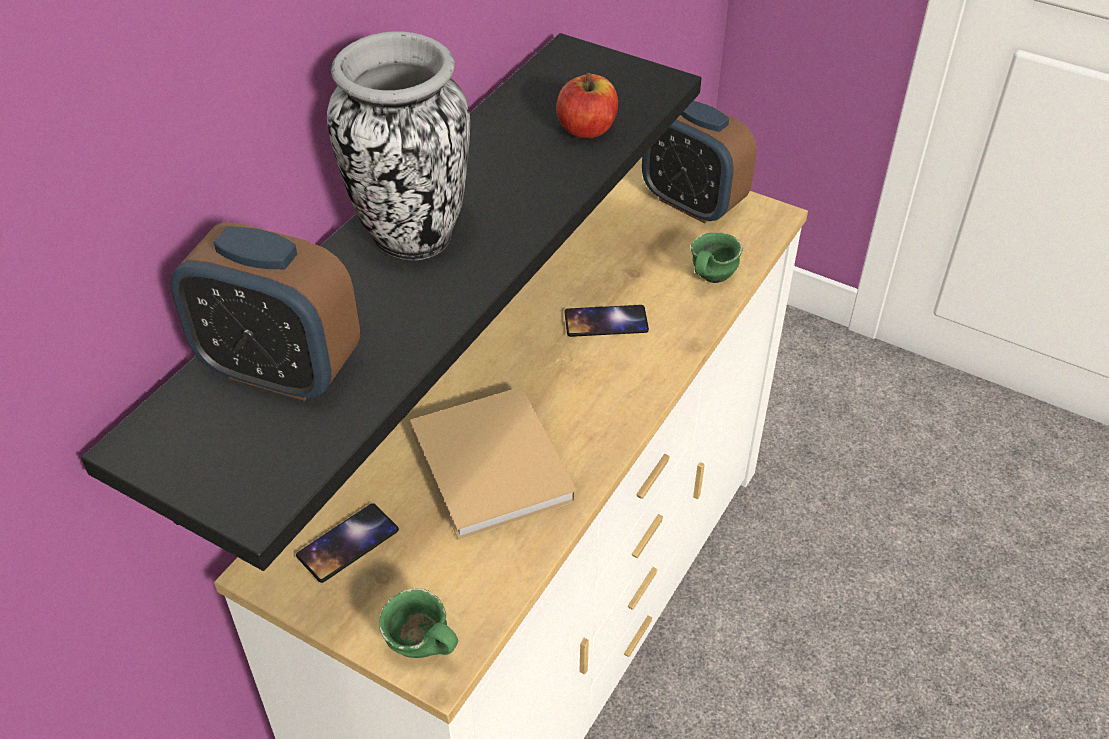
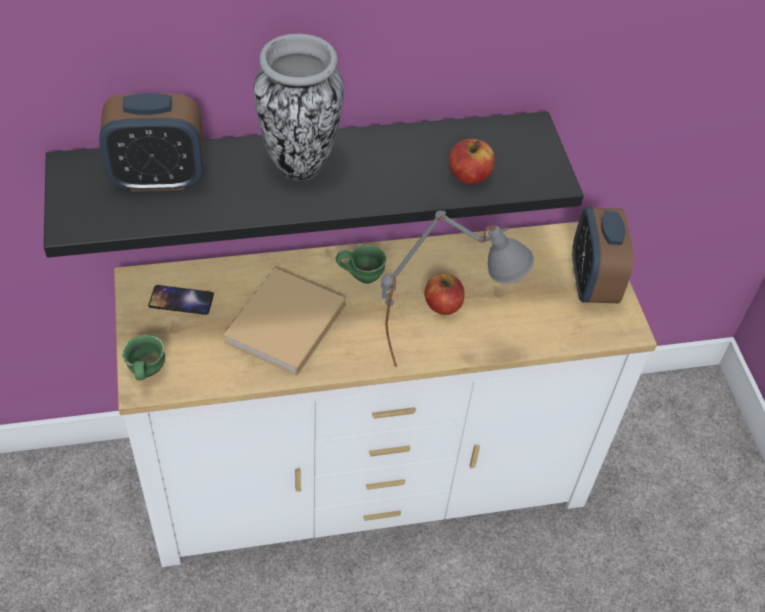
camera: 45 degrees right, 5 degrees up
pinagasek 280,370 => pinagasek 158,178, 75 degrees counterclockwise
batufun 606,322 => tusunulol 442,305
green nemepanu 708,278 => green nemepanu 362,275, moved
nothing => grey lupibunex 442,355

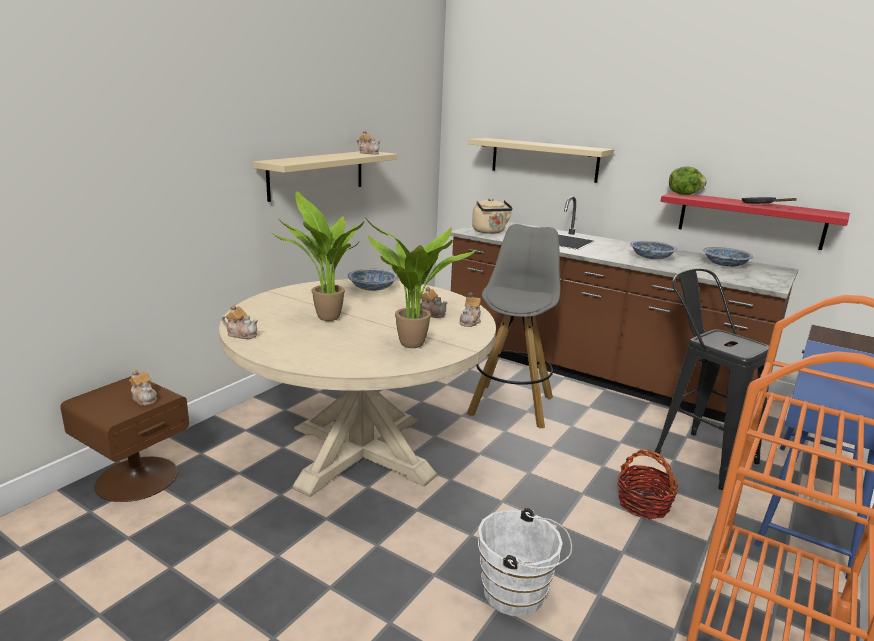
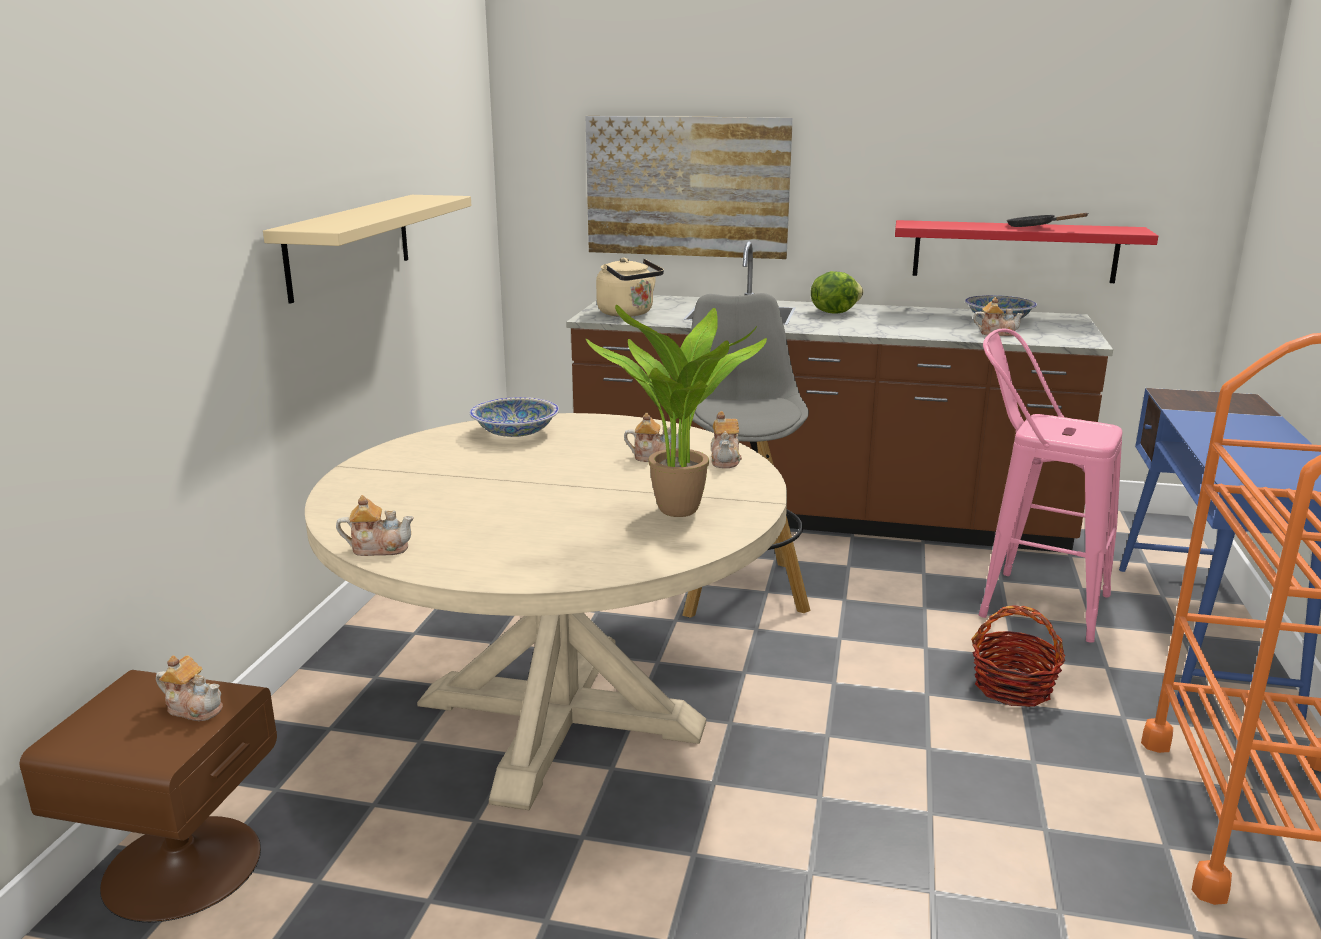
camera: 20 degrees left, 0 degrees up
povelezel 324,318 => nothing
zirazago 369,153 => zirazago 996,333, moved
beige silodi 544,159 => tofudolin 687,187
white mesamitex 519,594 => nothing
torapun 651,258 => nothing
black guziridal 695,454 => pink guziridal 1028,602
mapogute 683,194 => mapogute 834,312, moved

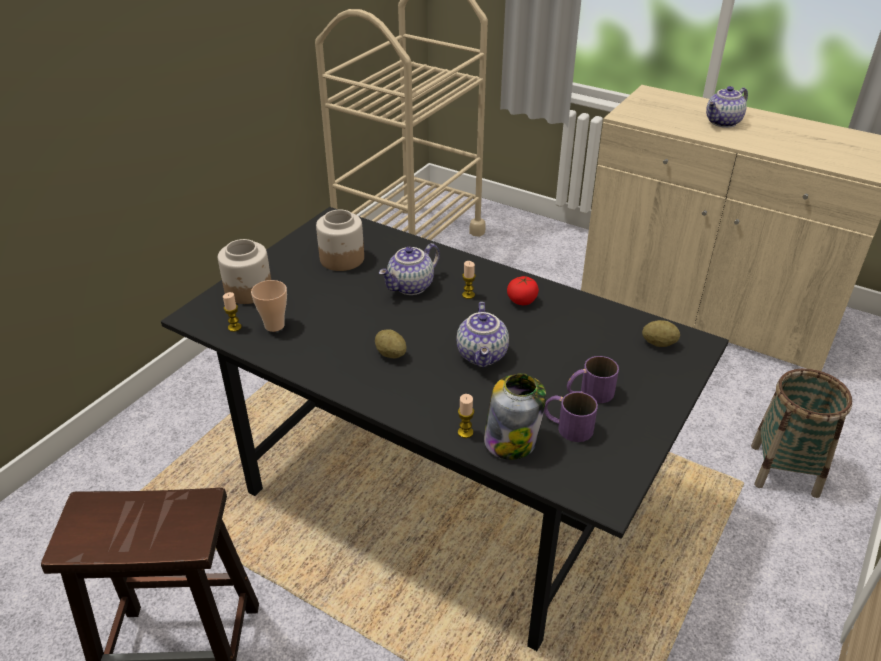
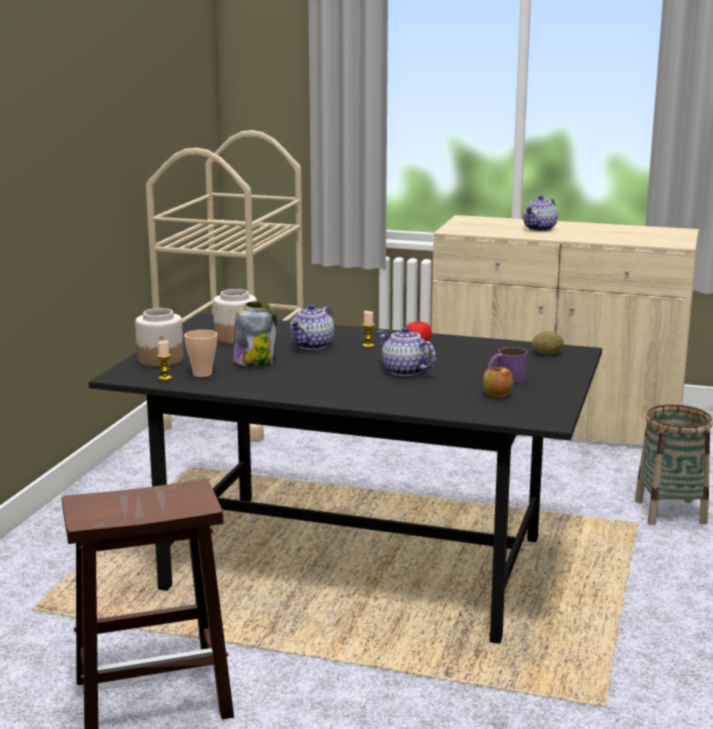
camera: 15 degrees left, 20 degrees down
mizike 391,354 => nothing
zirazago 483,355 => zirazago 403,371, 150 degrees clockwise
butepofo 465,432 => nothing
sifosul 511,440 => sifosul 254,361, moved
purple nemepanu 567,426 => tusunulol 497,395

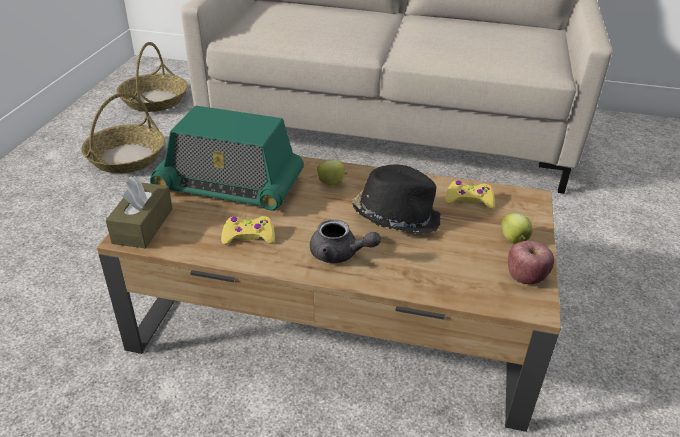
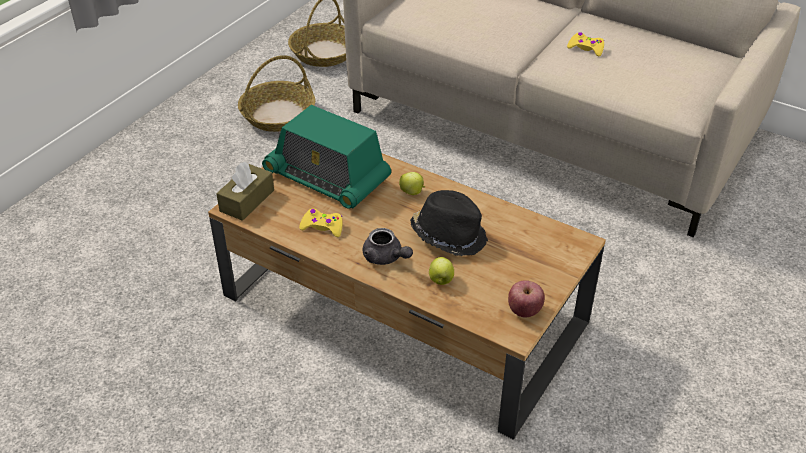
camera: 20 degrees right, 5 degrees up
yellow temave 469,200 => yellow temave 586,48, moved
tusunulol 514,240 => tusunulol 441,280, moved

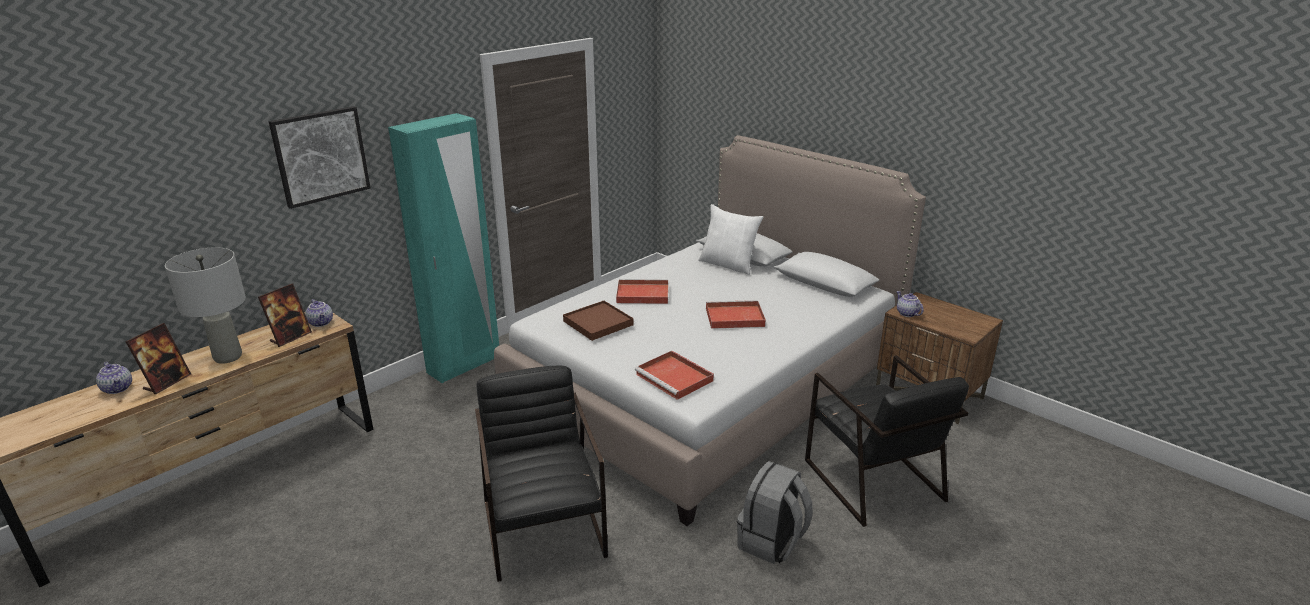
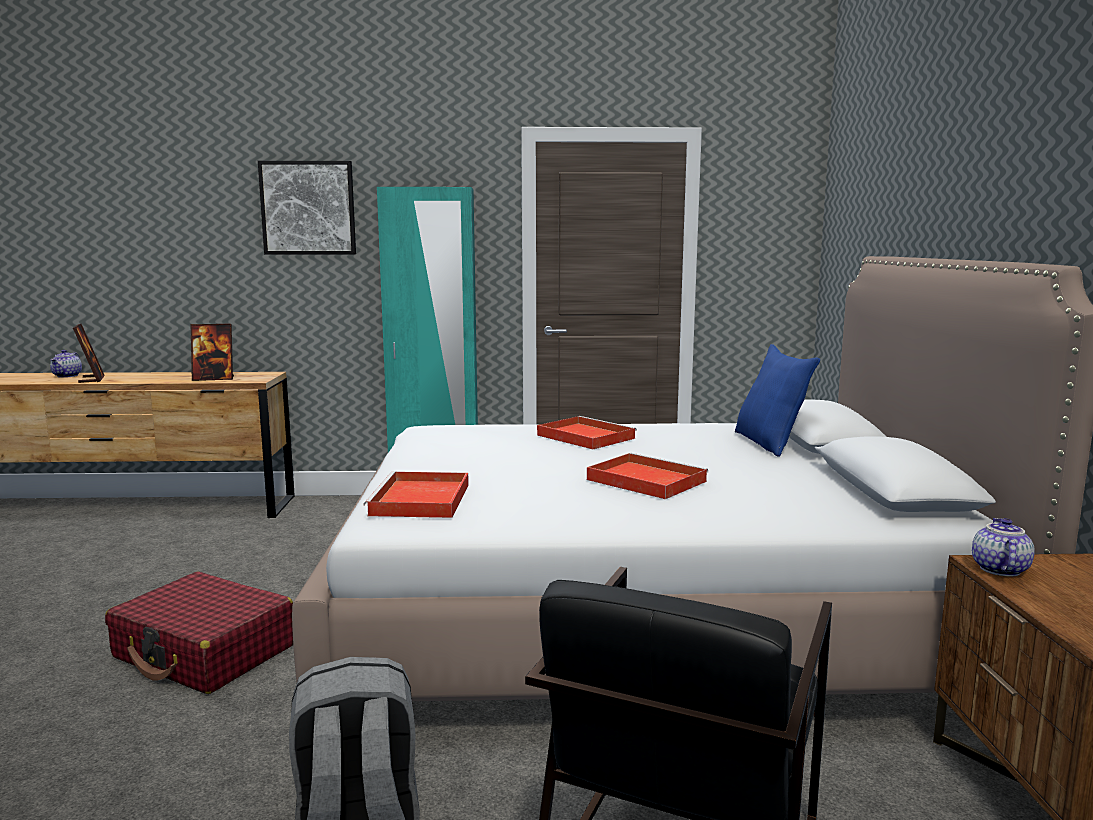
camera: 45 degrees right, 15 degrees down
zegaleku 167,382 => zegaleku 91,379, 90 degrees counterclockwise
grey lupibunex 228,357 => nothing
zirazago 321,323 => nothing
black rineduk 544,528 => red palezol 205,652
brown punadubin 598,323 => nothing
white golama 728,265 => blue golama 770,443

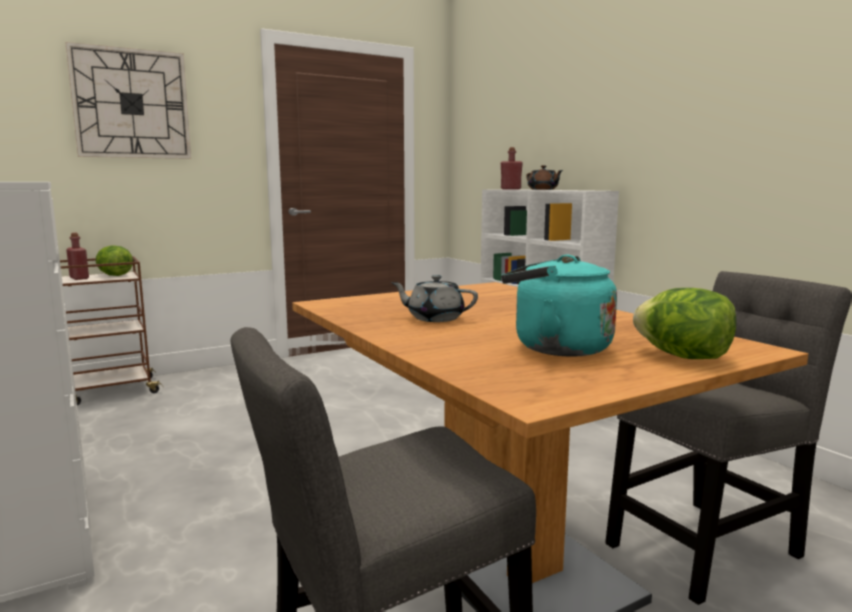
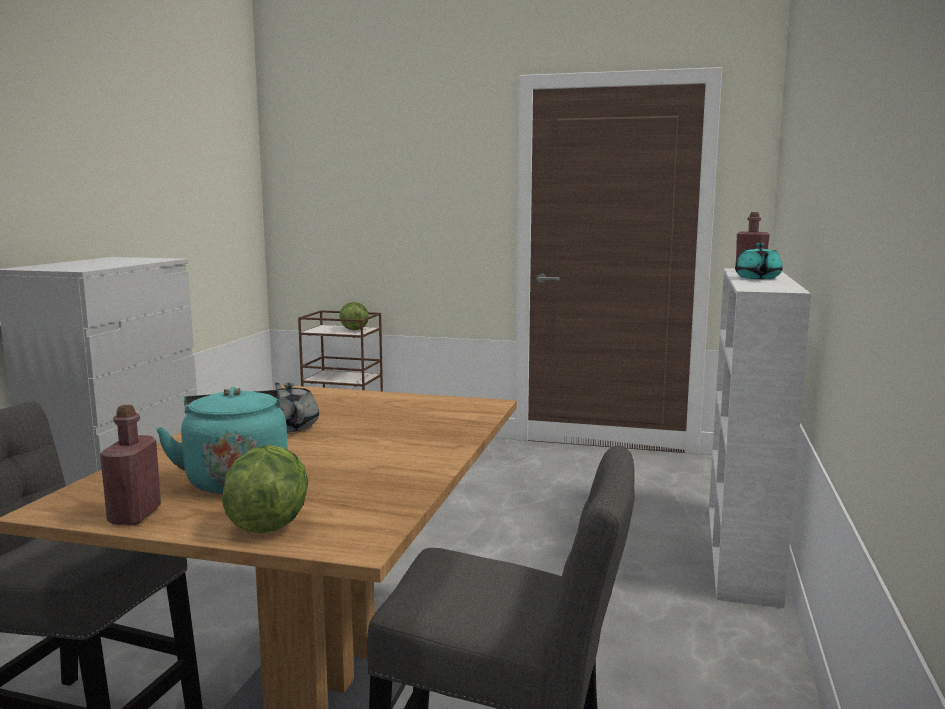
camera: 45 degrees right, 0 degrees up
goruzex 131,104 => nothing
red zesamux 79,278 => red zesamux 135,515, moved
brown zirazago 543,189 => turquoise zirazago 757,278

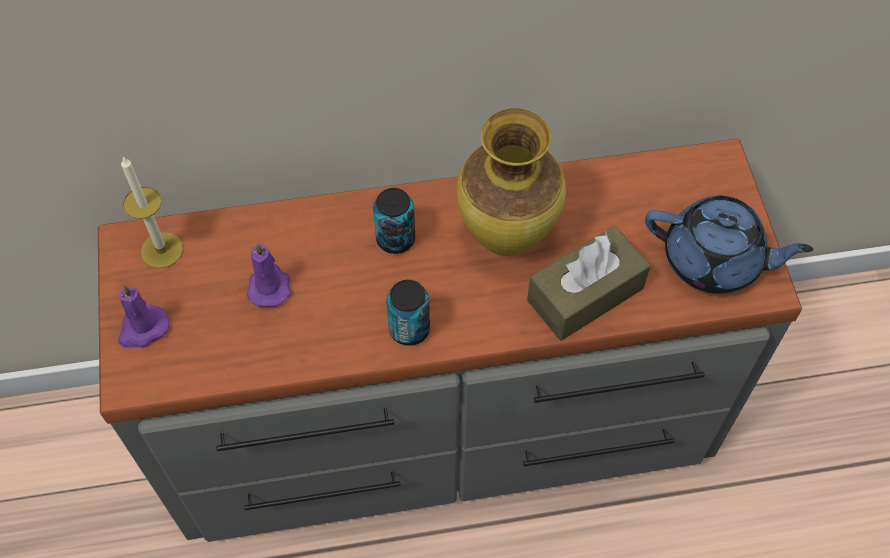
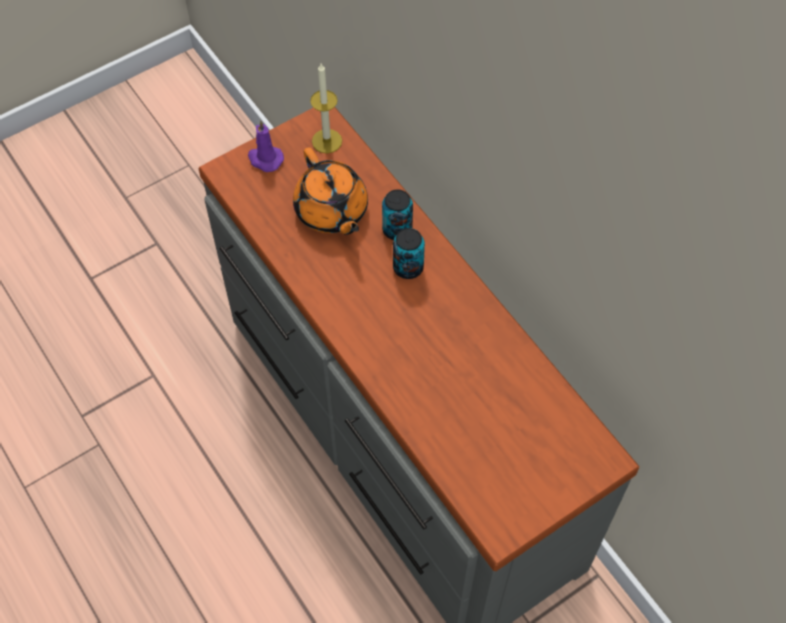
camera: 65 degrees right, 0 degrees up
purple butepofo 269,285 => orange zirazago 331,211
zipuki 409,329 => zipuki 397,229, moved
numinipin 508,238 => nothing
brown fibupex 585,294 => nothing
blue zirazago 714,261 => nothing

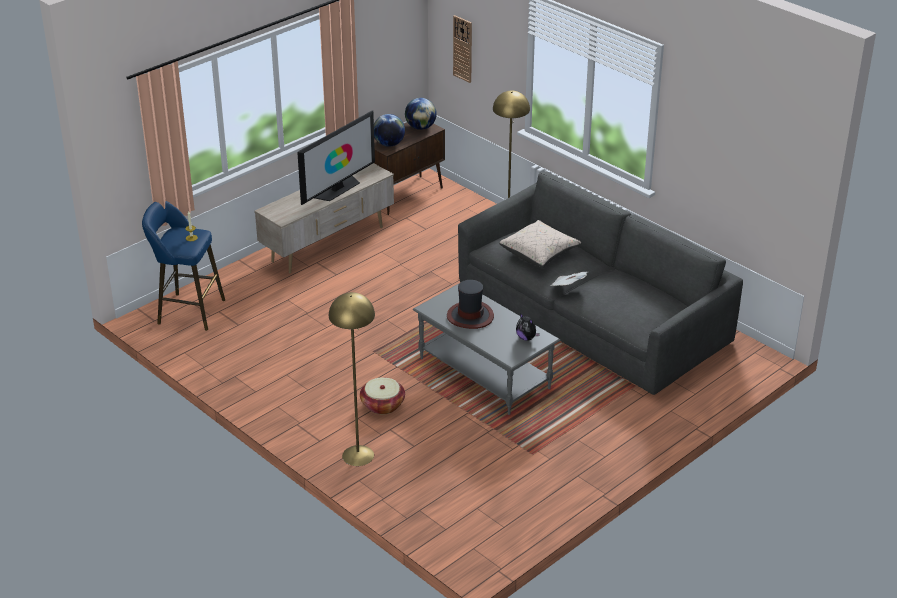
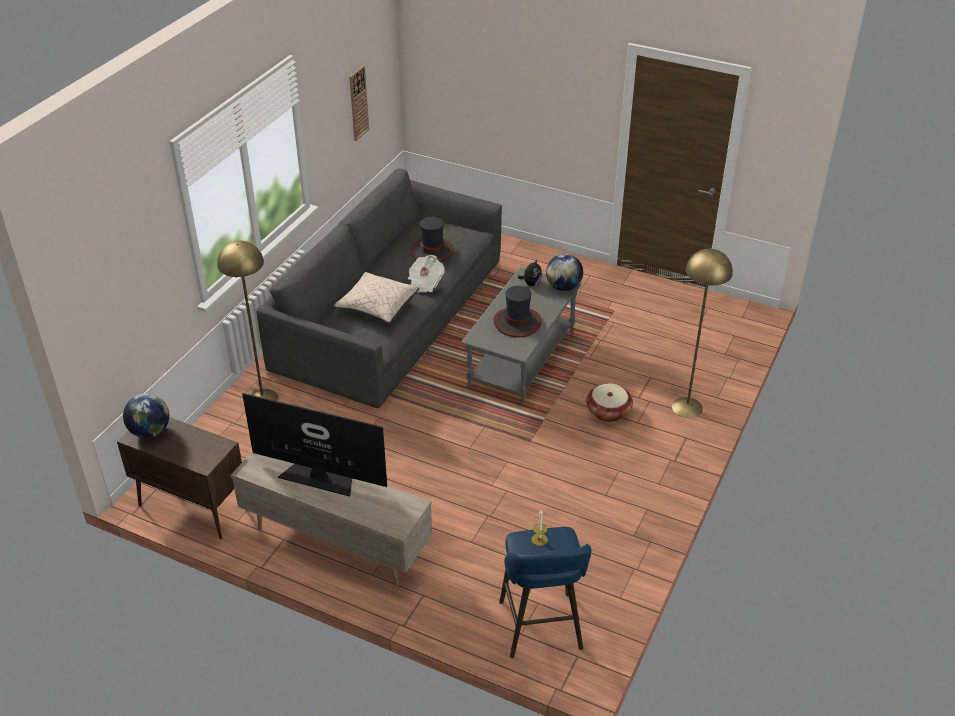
camera: 110 degrees left, 5 degrees up
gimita 389,144 => gimita 563,287, moved
goruzex 463,49 => goruzex 358,103, moved
nothing => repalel 432,251

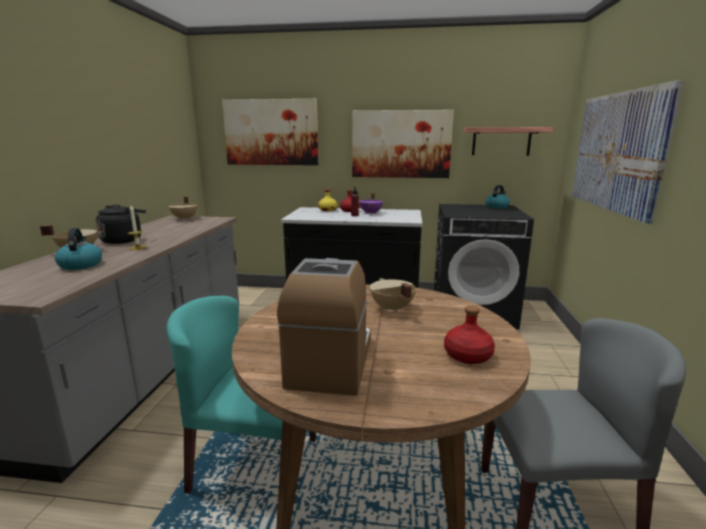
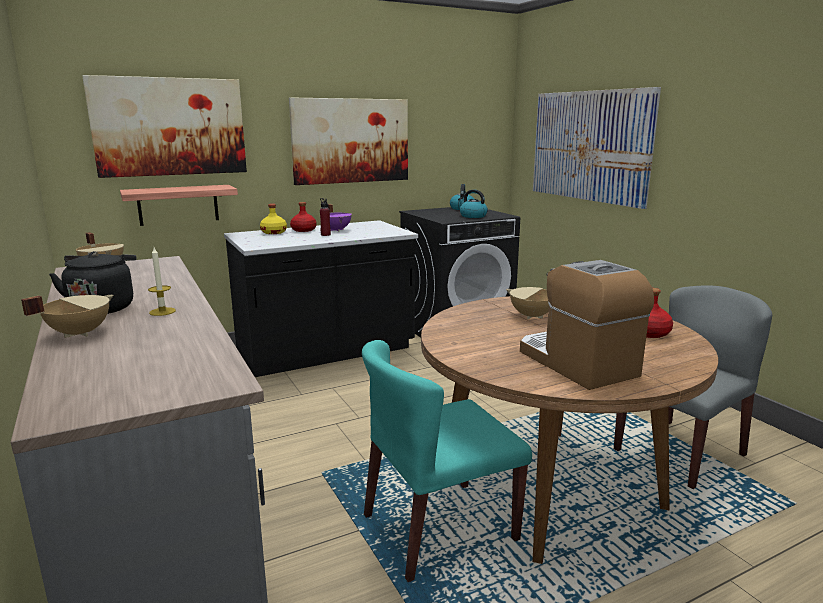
camera: 35 degrees left, 0 degrees up
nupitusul 80,265 => nupitusul 472,216, moved
silodi 501,141 => silodi 178,205, moved

